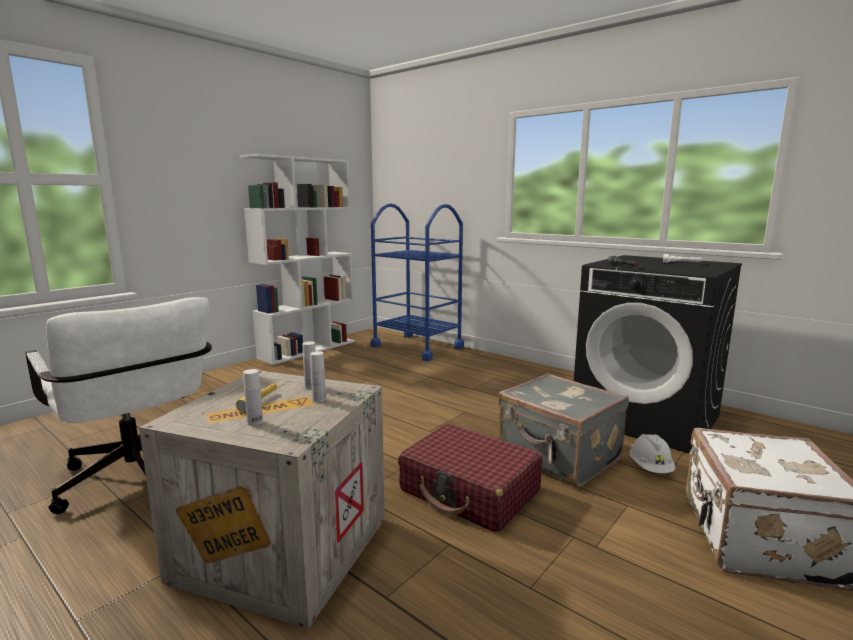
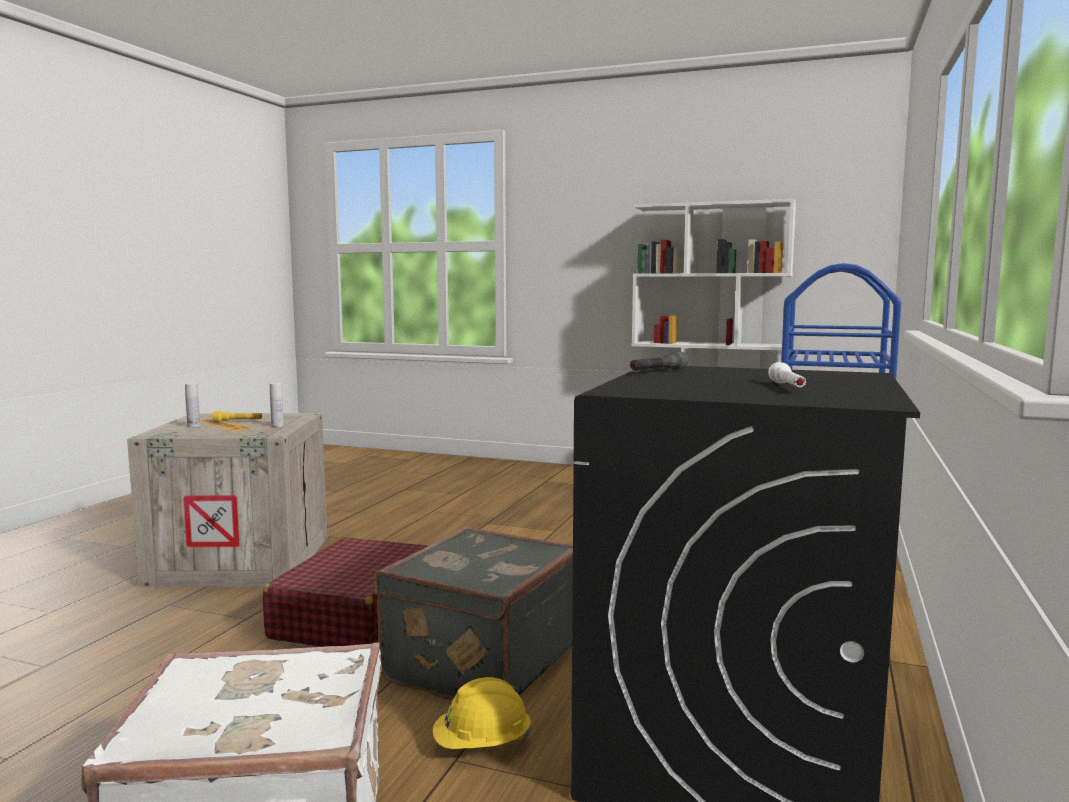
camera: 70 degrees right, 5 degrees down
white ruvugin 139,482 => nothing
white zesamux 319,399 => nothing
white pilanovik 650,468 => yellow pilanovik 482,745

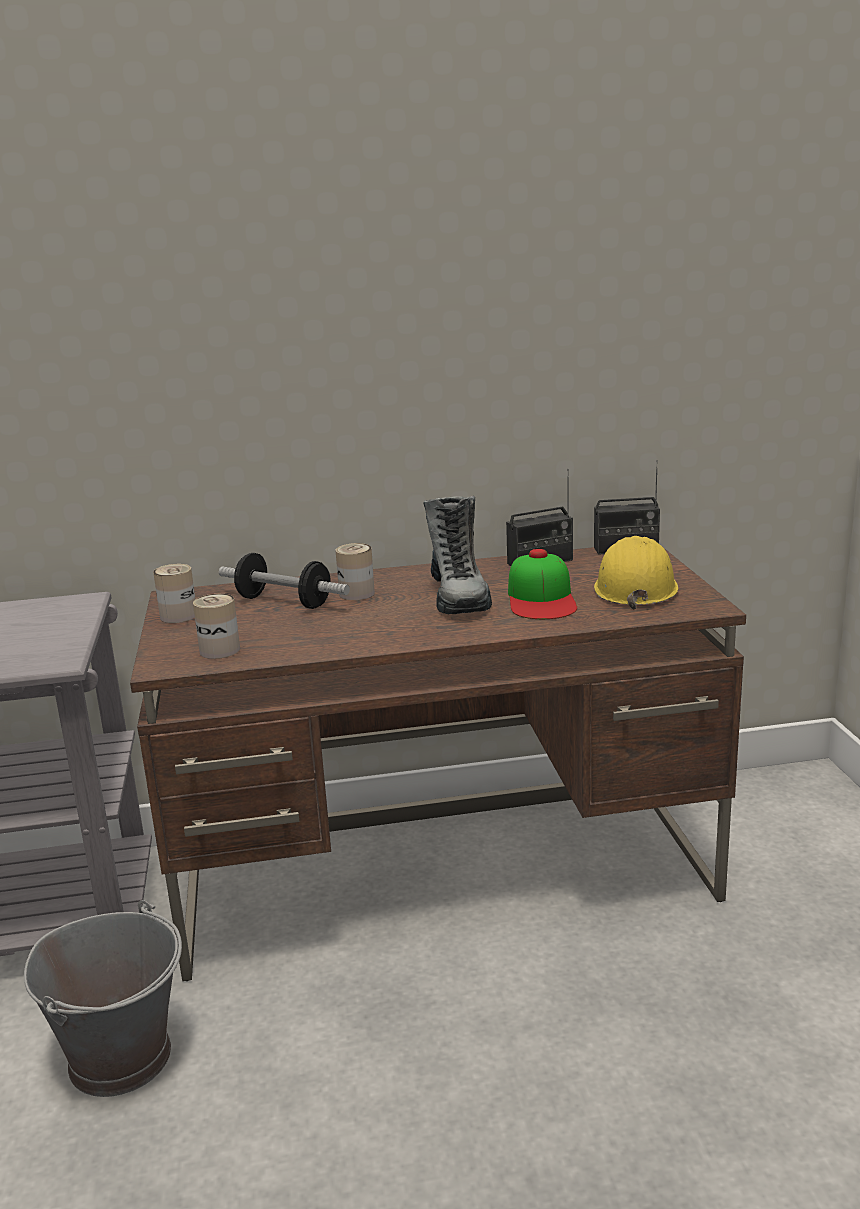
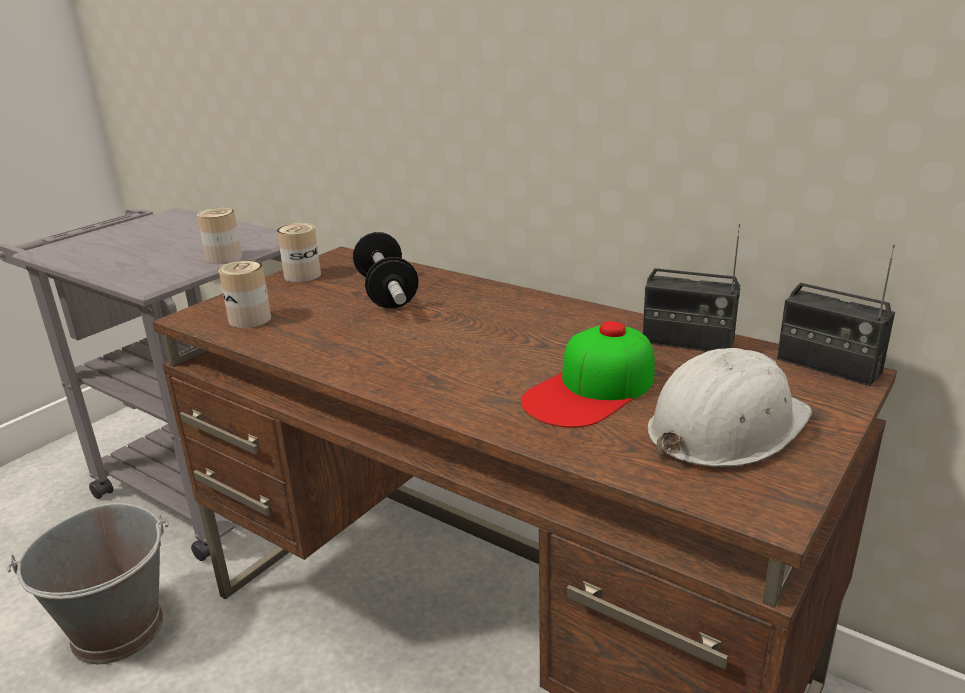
camera: 45 degrees right, 5 degrees up
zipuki 357,594 => zipuki 224,258, moved
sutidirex 459,596 => nothing
yellow pilanovik 635,588 => white pilanovik 725,427

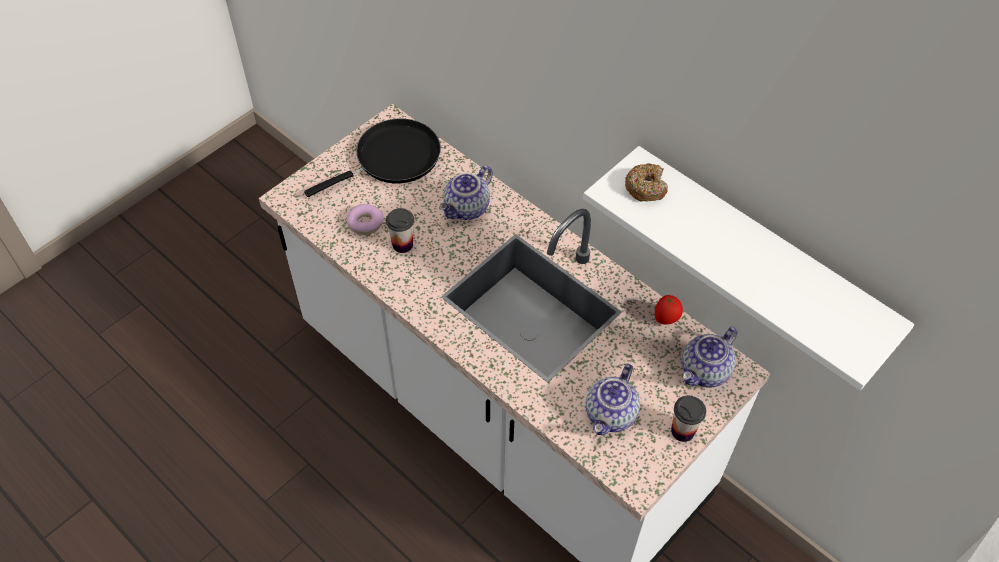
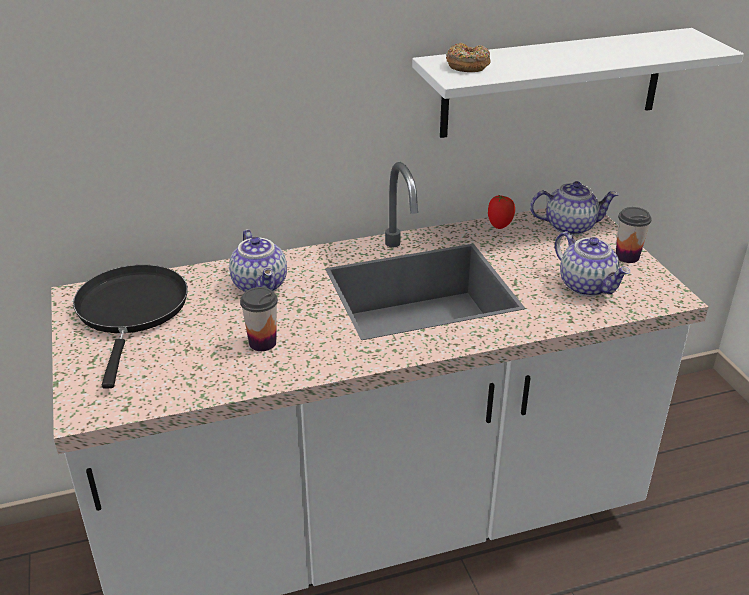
camera: 60 degrees left, 20 degrees down
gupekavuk 365,223 => nothing
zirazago 705,371 => zirazago 570,226, 75 degrees counterclockwise

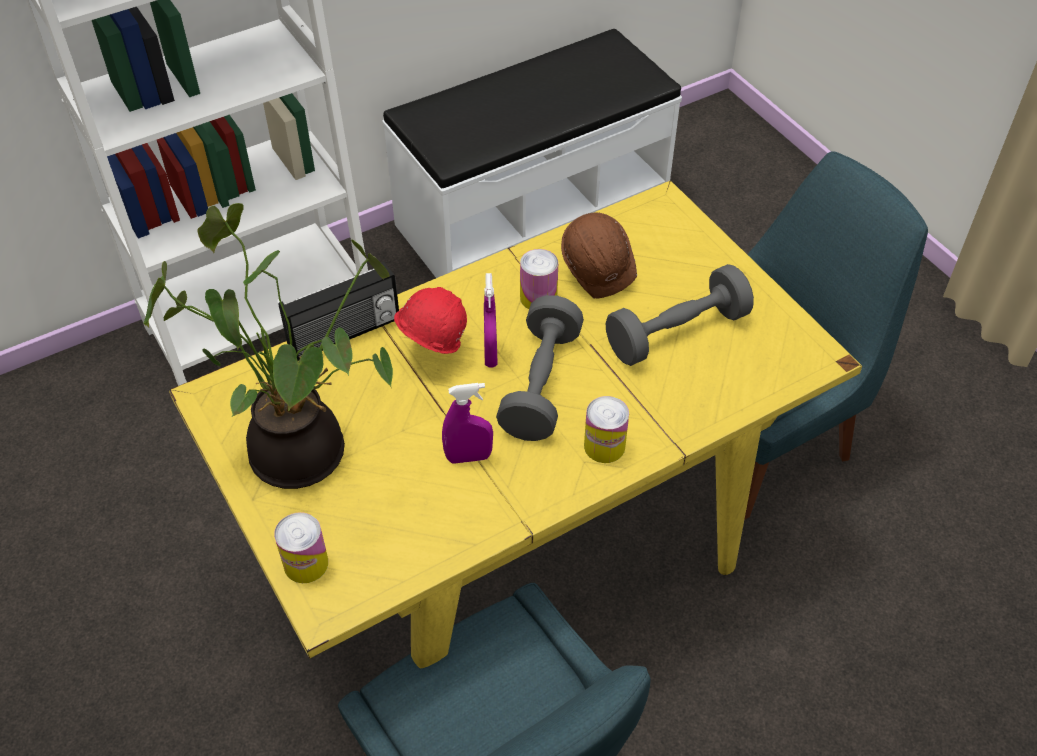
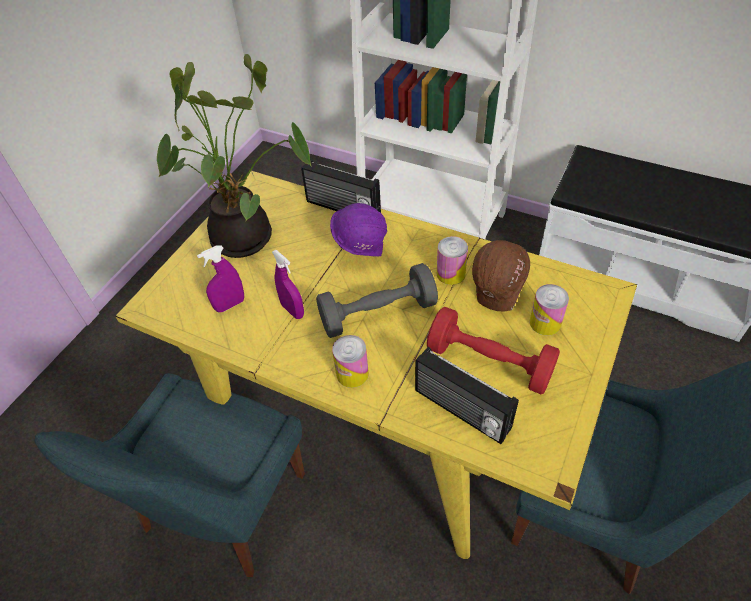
camera: 60 degrees right, 0 degrees up
zipuki 306,563 => zipuki 545,323, moved
red pilanovik 431,351 => purple pilanovik 361,249
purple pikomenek 490,354 => purple pikomenek 230,305, moved
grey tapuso 677,333 => red tapuso 489,362
nothing => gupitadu 460,411

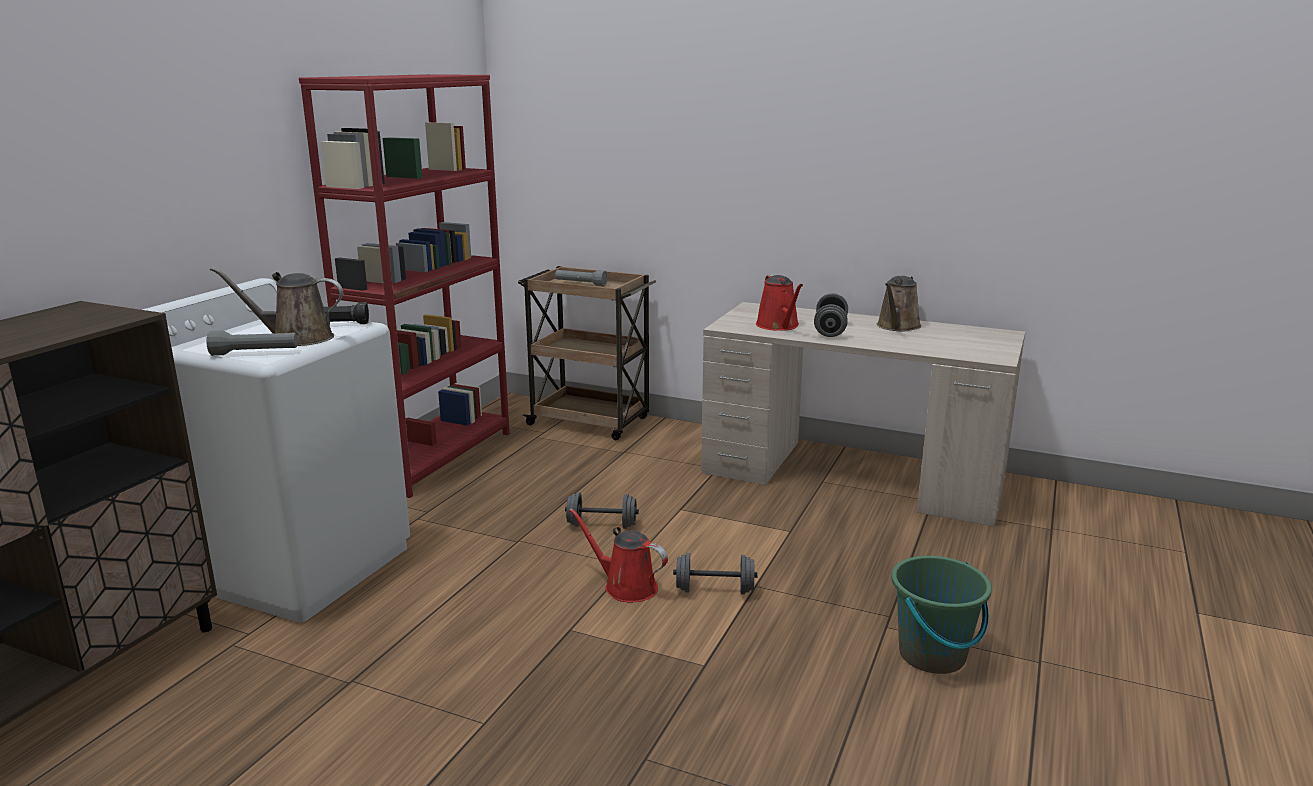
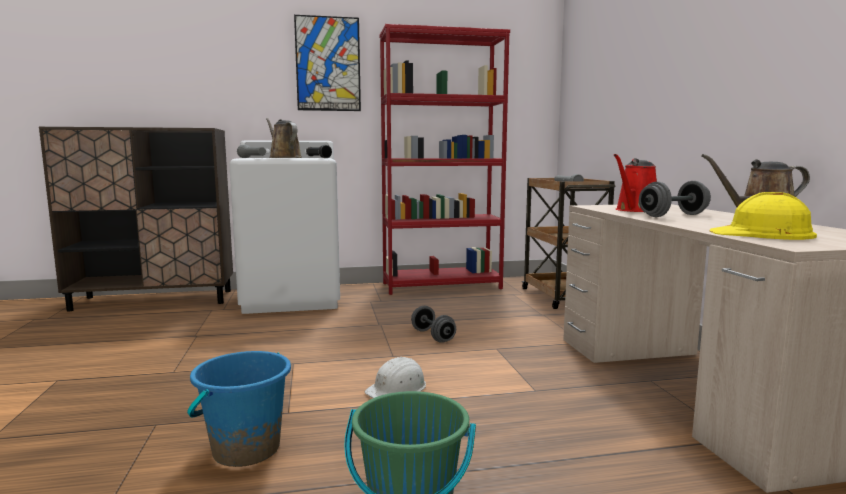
camera: 55 degrees right, 10 degrees down
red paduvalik 626,586 => nothing
grey tapuso 714,590 => white pilanovik 397,388
nothing => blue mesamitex 246,449
nothing => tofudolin 328,64
nothing => yellow pilanovik 762,233

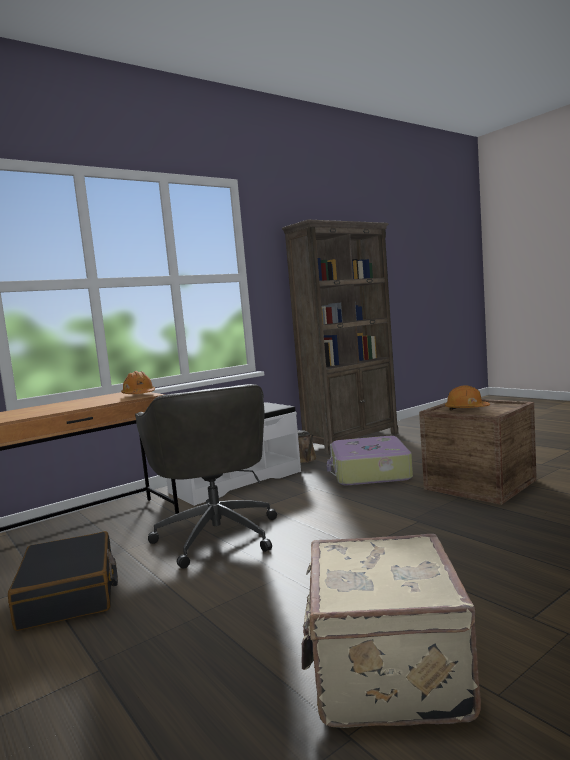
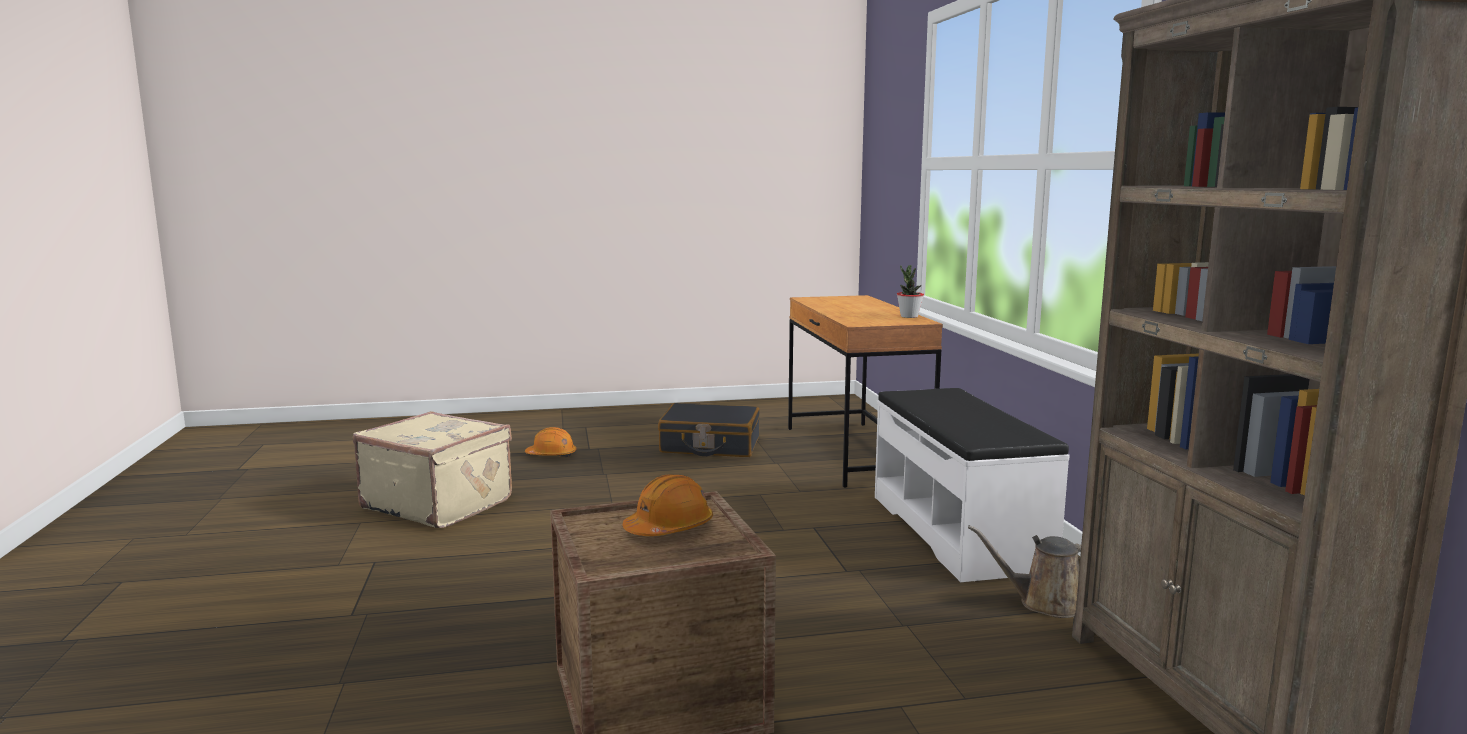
camera: 115 degrees right, 5 degrees up
orange pilanovik 139,395 => orange pilanovik 551,455, moved
grey ruvugin 217,535 => nothing
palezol 369,473 => nothing
nothing => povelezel 909,316

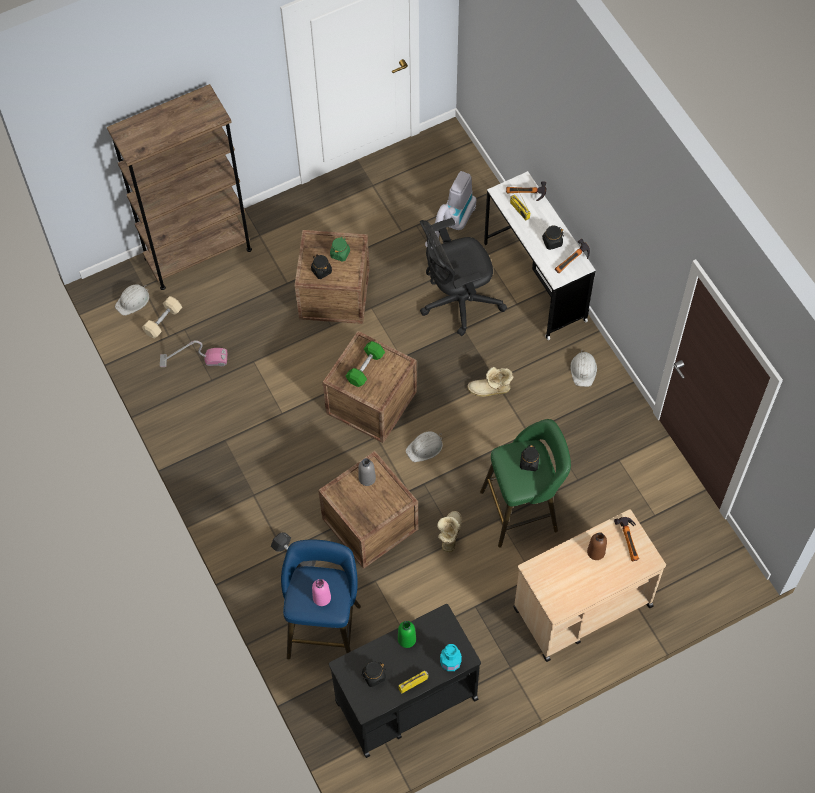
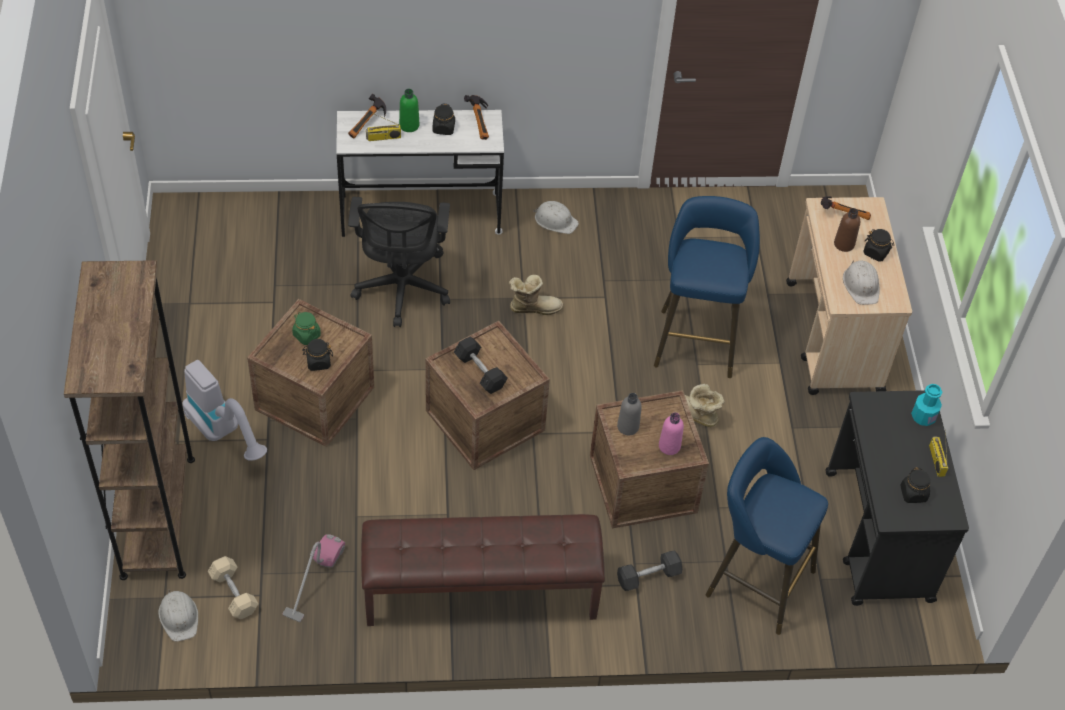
camera: 70 degrees left, 10 degrees down
pink zesamux 322,598 => pink zesamux 669,446, moved
green tapuso 365,368 => black tapuso 480,372
green zesamux 406,639 => green zesamux 409,125, moved
white pilanovik 425,447 => white pilanovik 861,285, moved
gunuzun 451,226 => gunuzun 224,433, moved
sutidirex 490,390 => sutidirex 533,307, 120 degrees counterclockwise
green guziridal 523,510 => blue guziridal 696,338
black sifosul 529,463 => black sifosul 876,252, moved
nothing => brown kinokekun 480,594

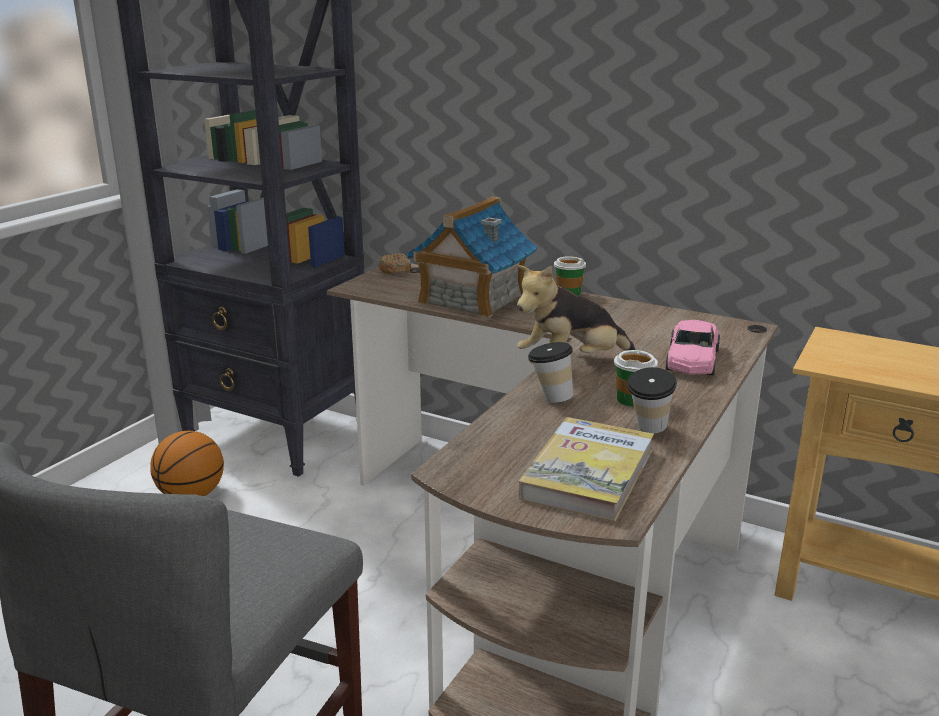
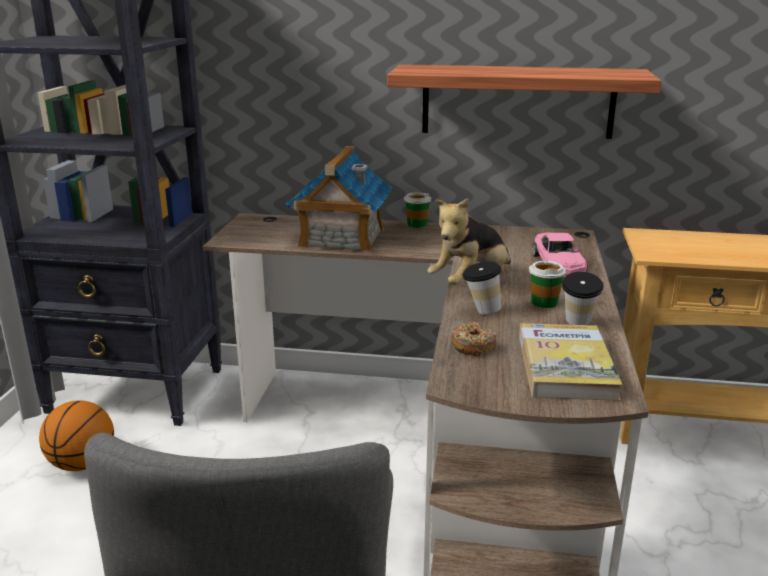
camera: 20 degrees left, 0 degrees up
gupekavuk 395,270 => gupekavuk 472,346, moved
nothing => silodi 517,101

